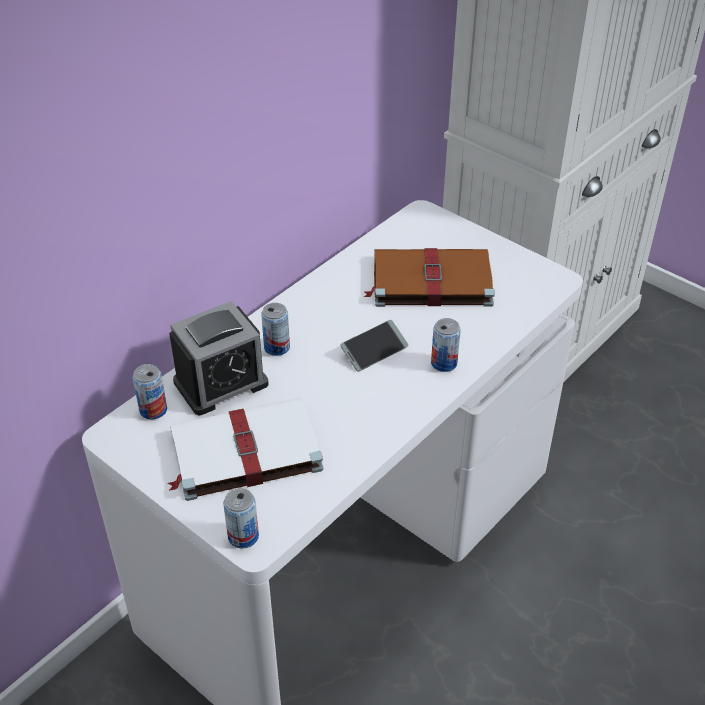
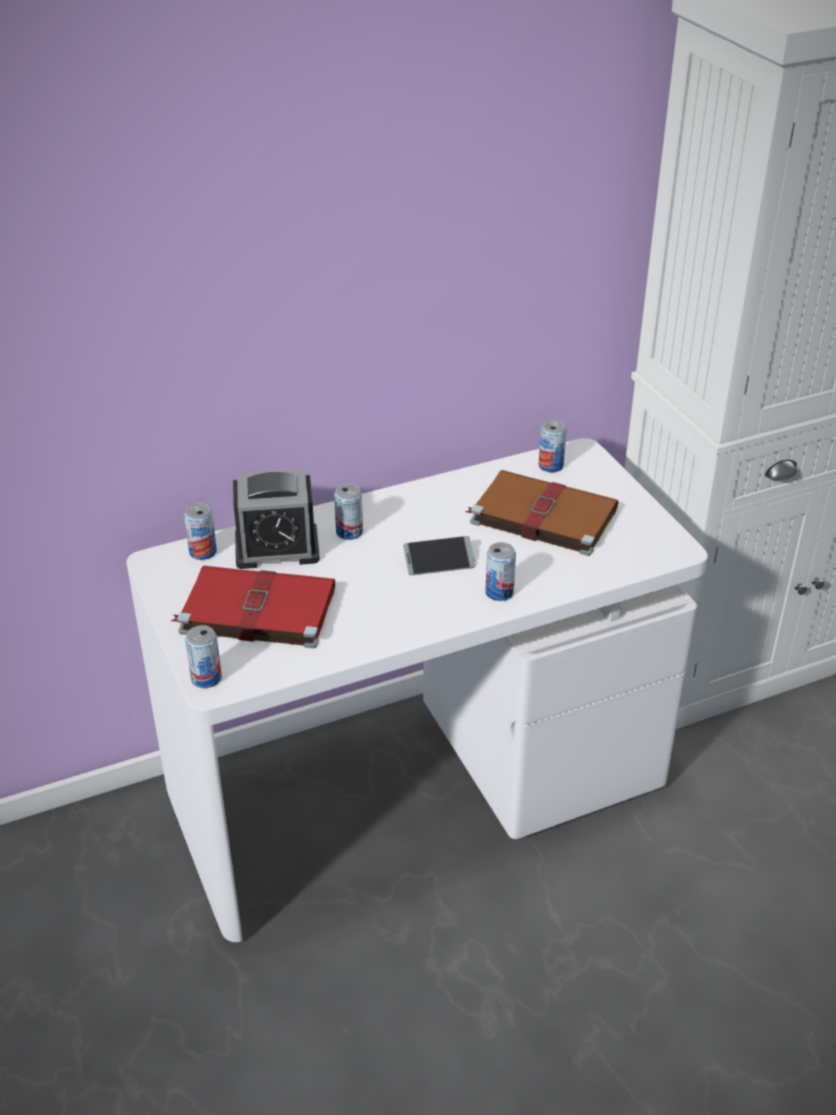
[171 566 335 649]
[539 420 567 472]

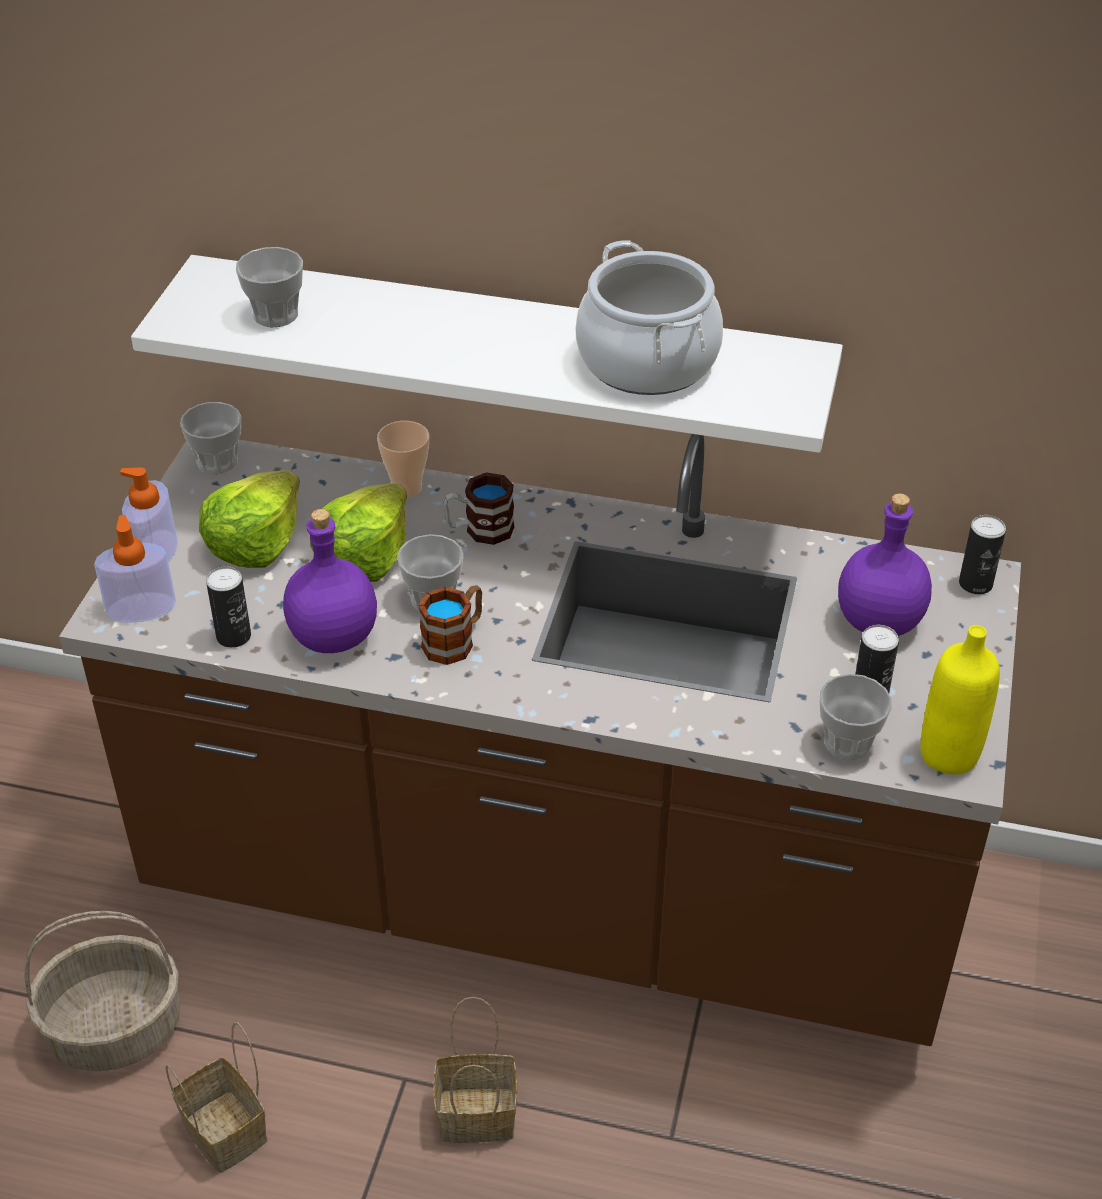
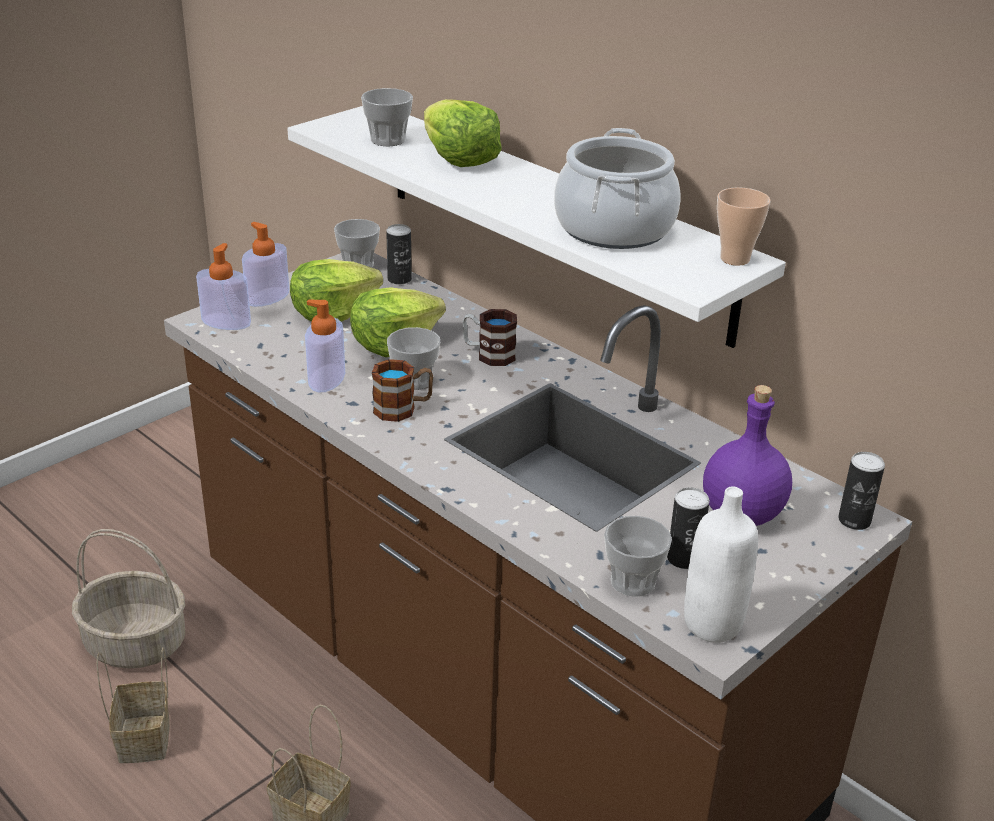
[717 187 771 266]
[305 300 345 392]
[386 224 412 285]
[684 486 758 643]
[424 99 502 167]

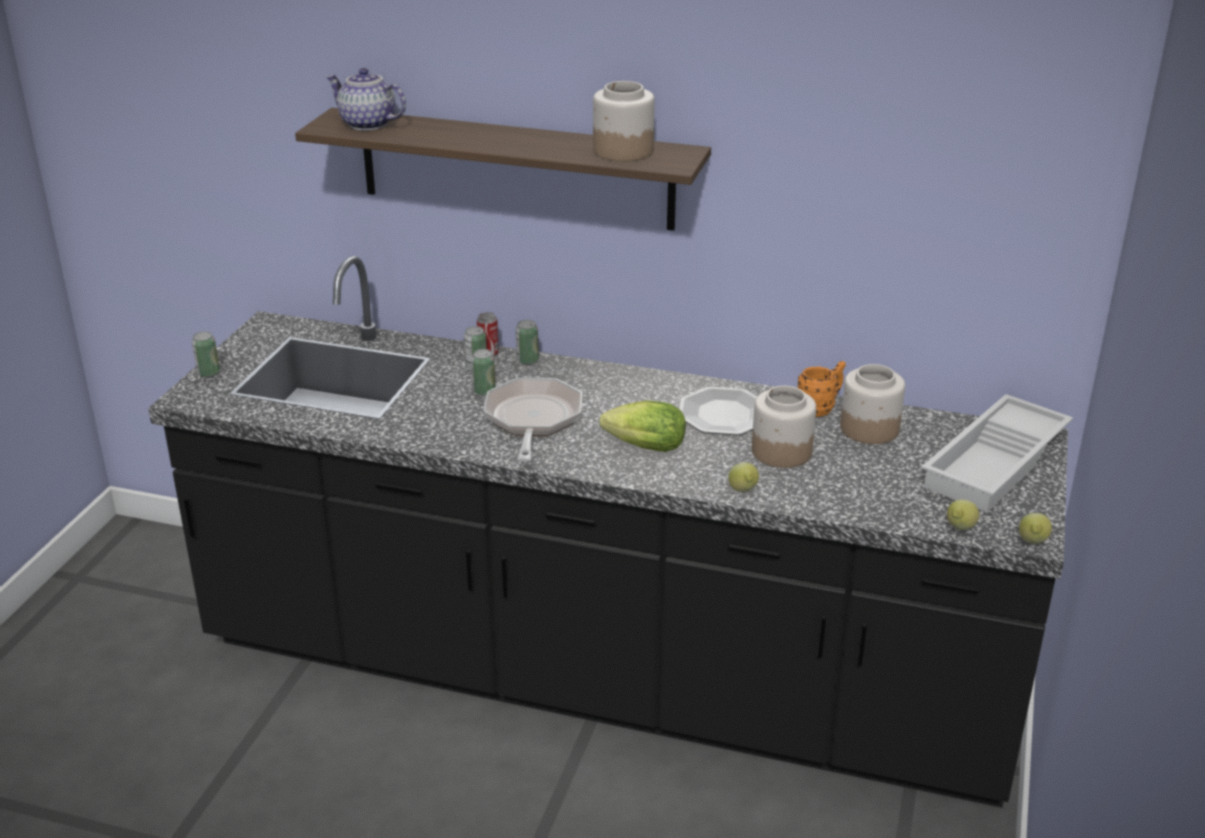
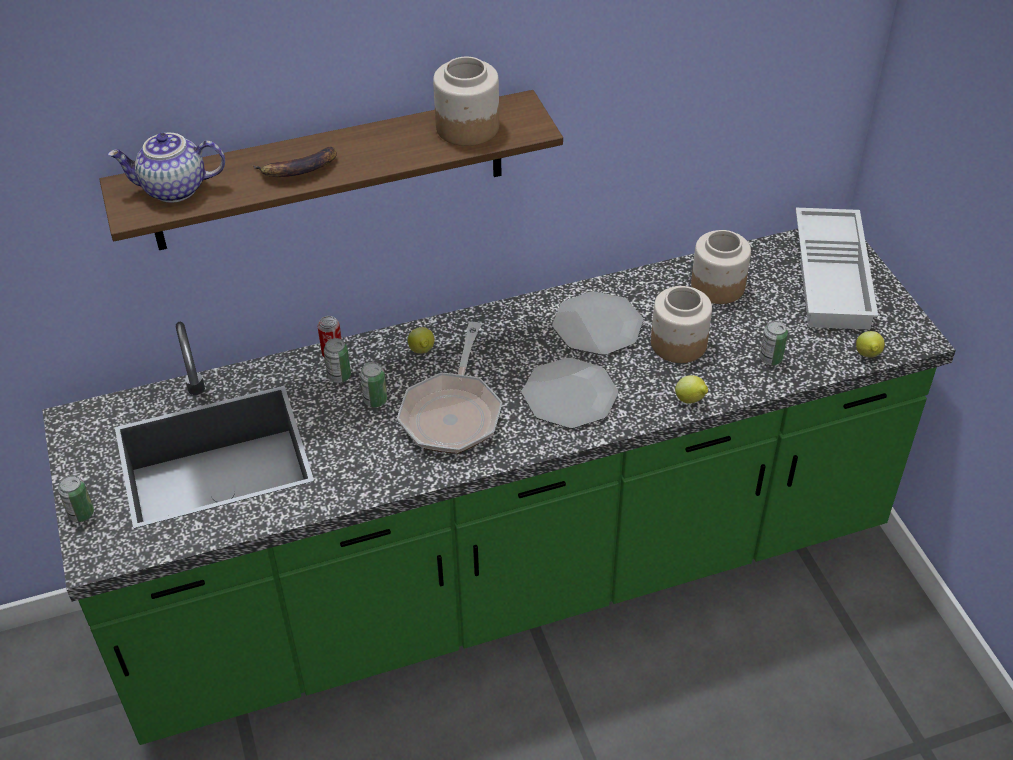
[42 229 956 745]
[760 321 788 365]
[797 361 846 417] (first image)
[397 322 502 454]
[522 358 618 428]
[408 327 435 354]
[253 147 337 177]

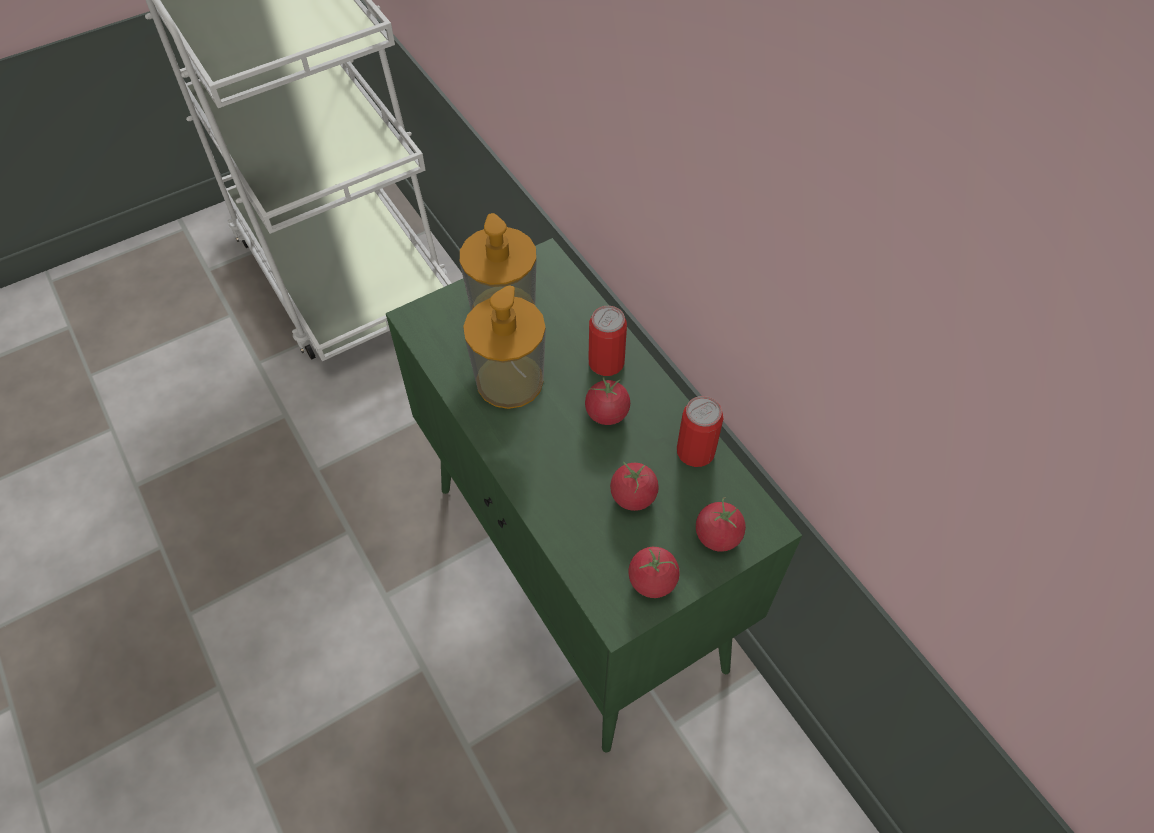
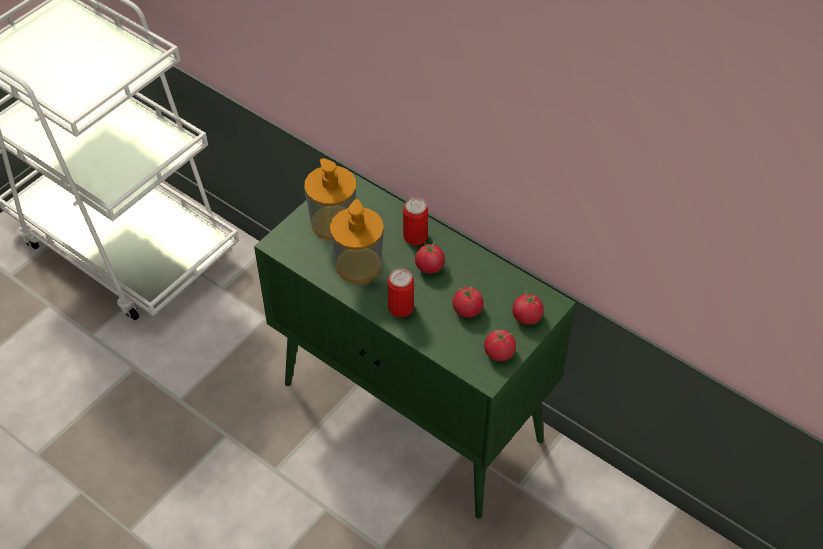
[388 268 414 317]

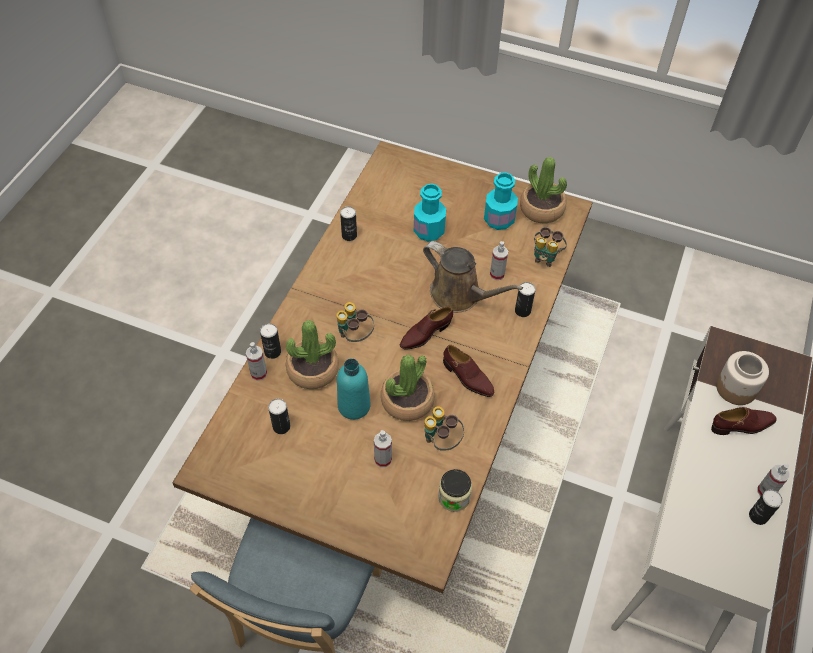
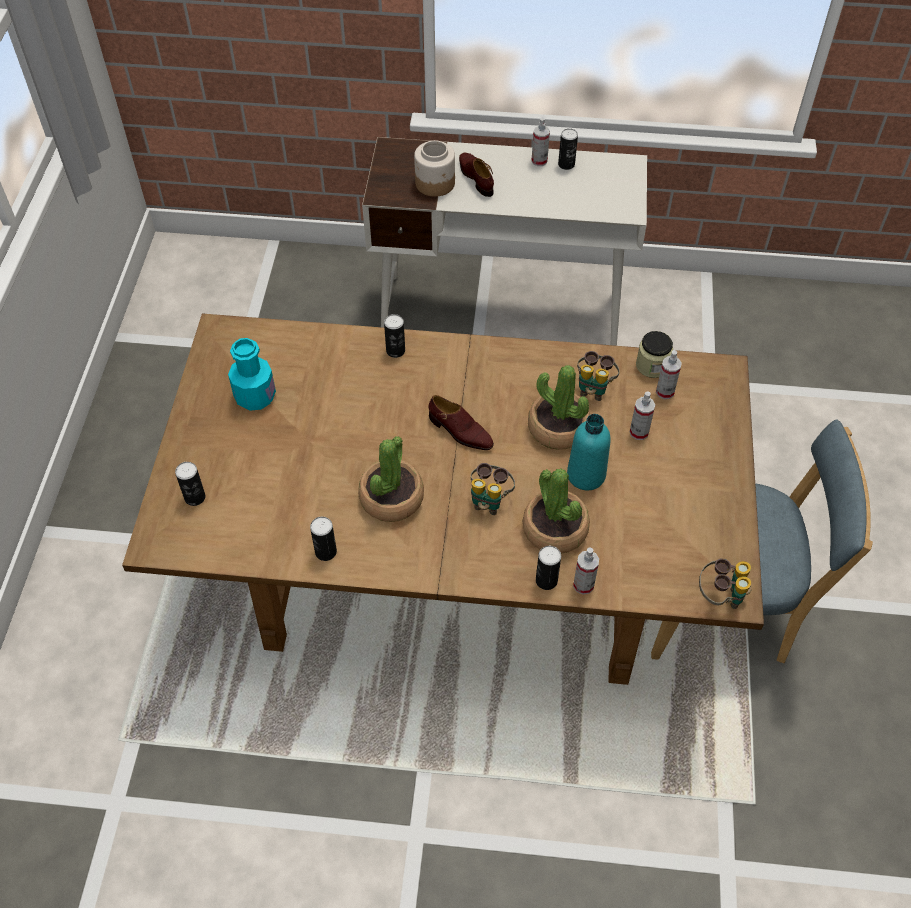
[358 436 424 522]
[414 184 446 241] (first image)
[699 558 752 609]
[423 241 523 313] (first image)
[656 350 682 399]
[443 345 494 397] (first image)
[175 462 206 506]

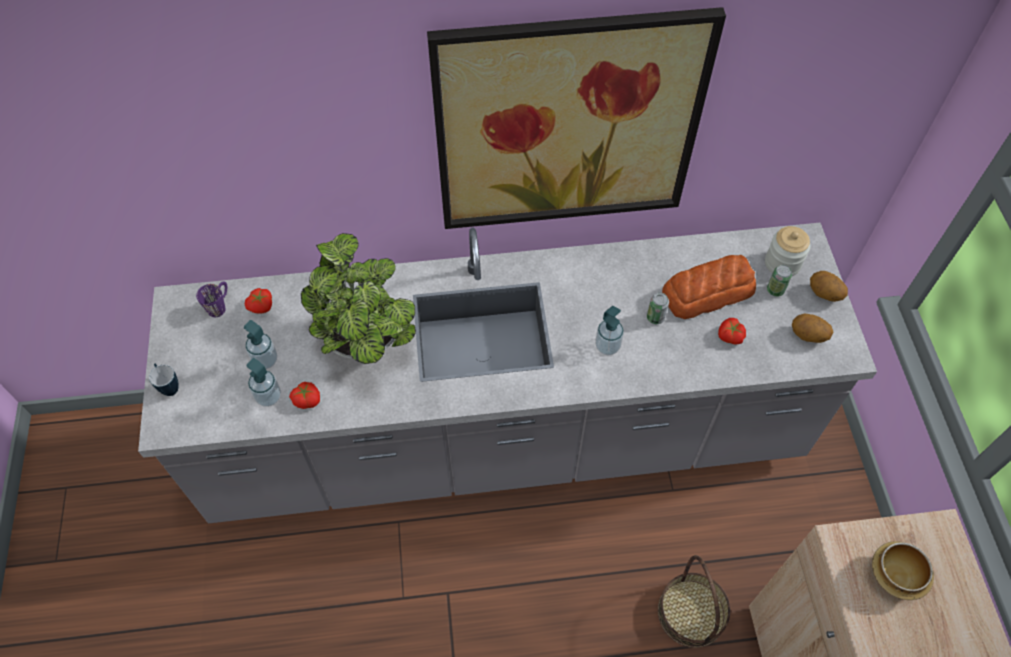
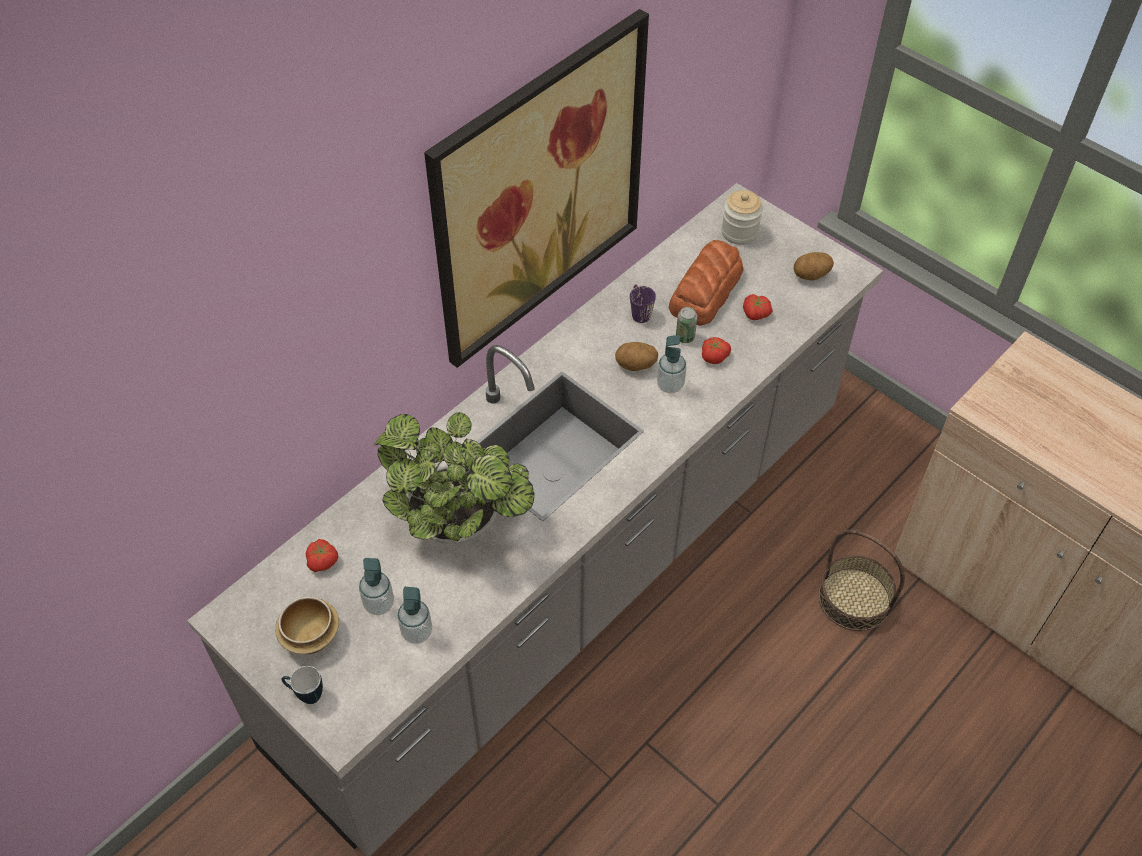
[767 265 792 297] (first image)
[615 342 658 371]
[630 284 656 323]
[702 337 731 364]
[275 597 339 654]

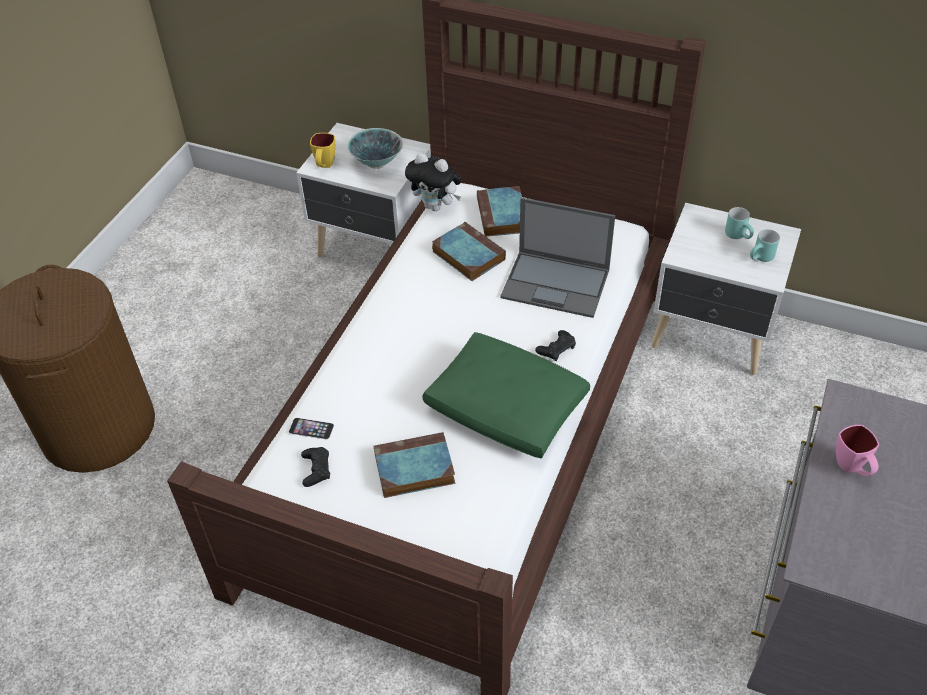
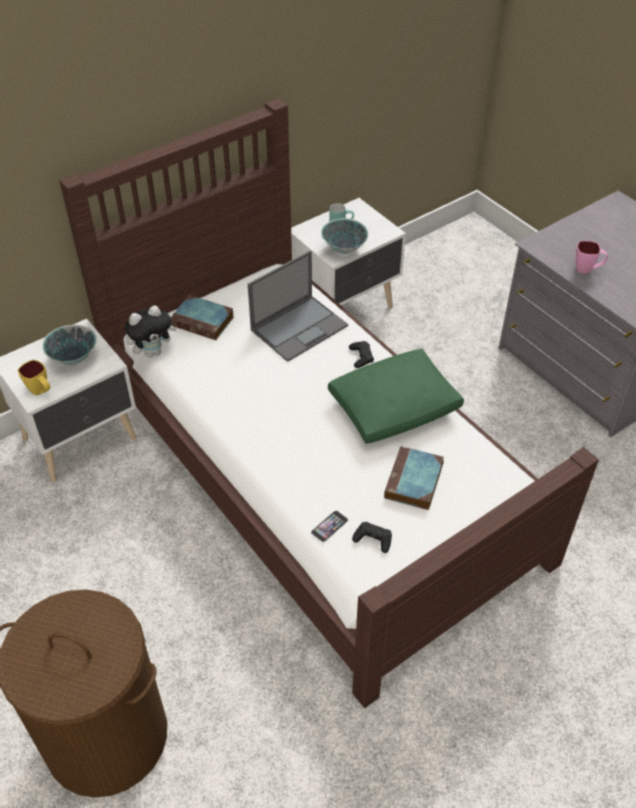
[432 222 506 281] (first image)
[750 229 780 262] (first image)
[321 218 368 254]

